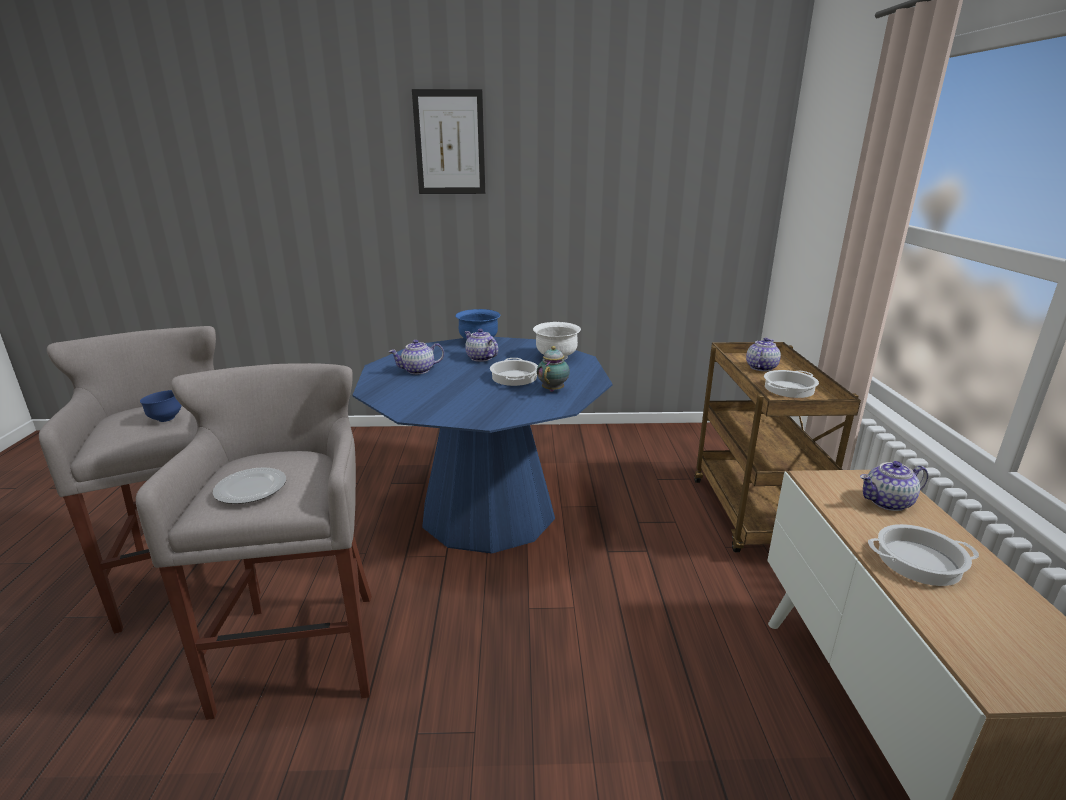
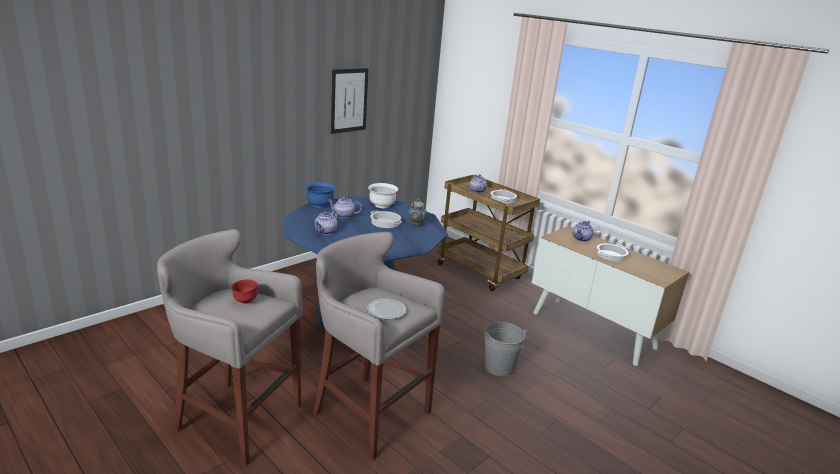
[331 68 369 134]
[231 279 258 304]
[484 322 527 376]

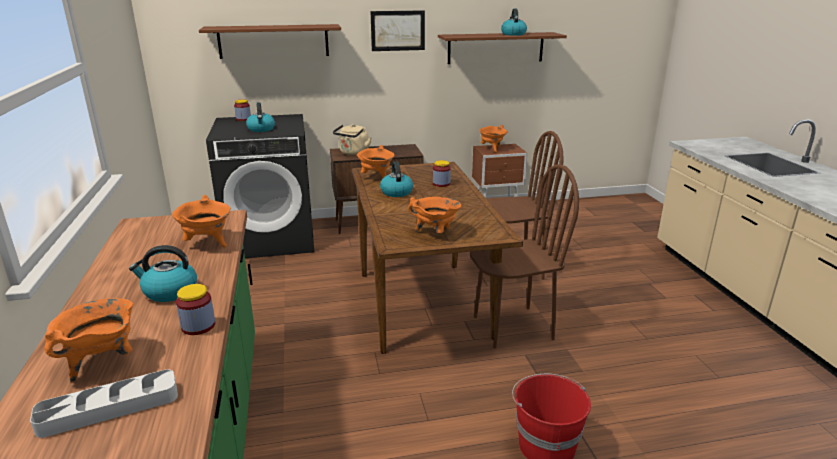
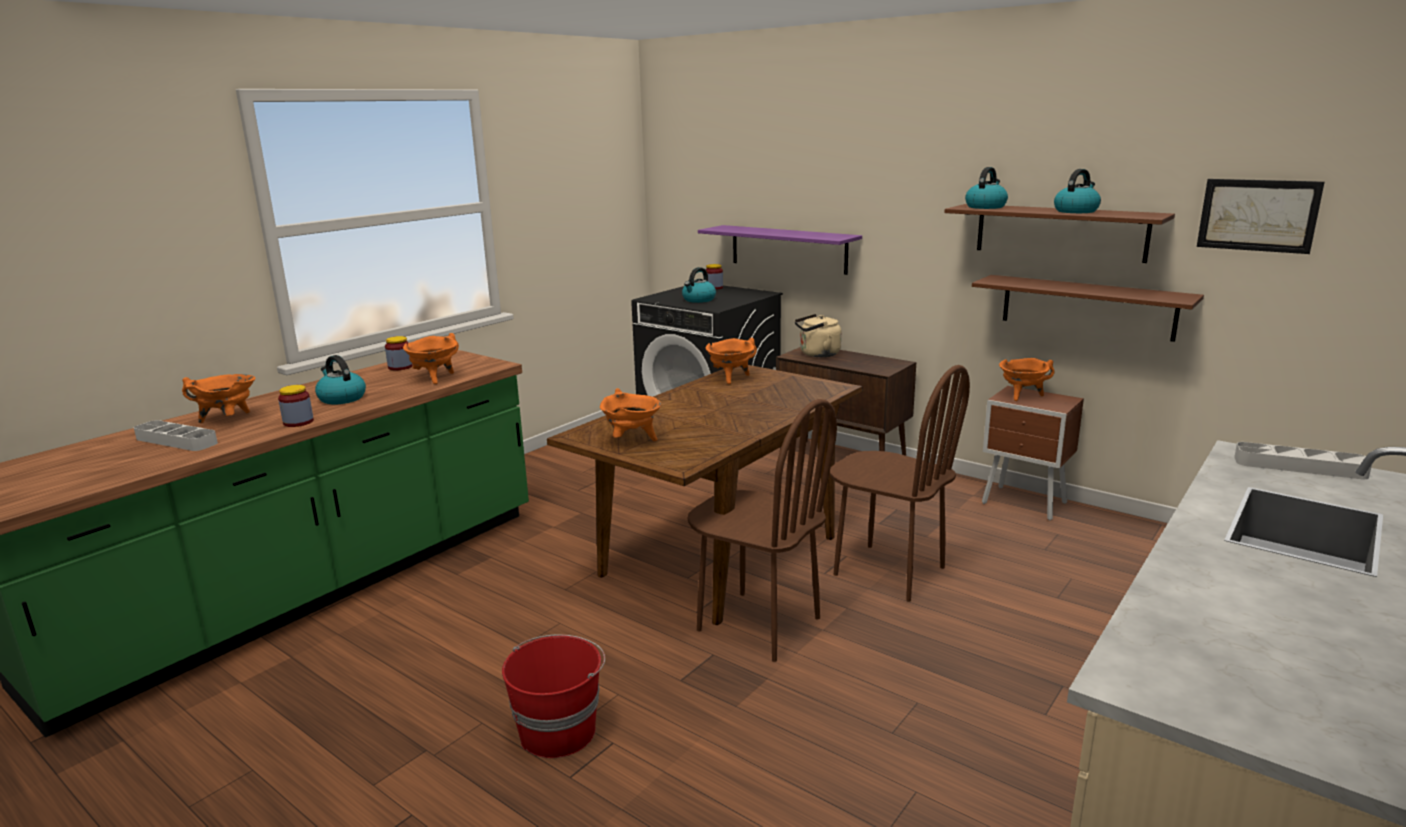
[1197 179 1325 254]
[972 275 1204 342]
[385 336 412 371]
[965 167 1008 209]
[698 225 862 275]
[1234 442 1372 479]

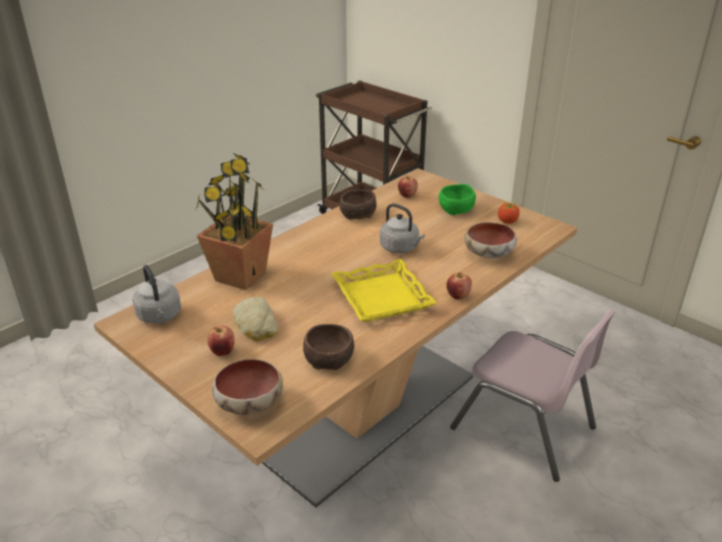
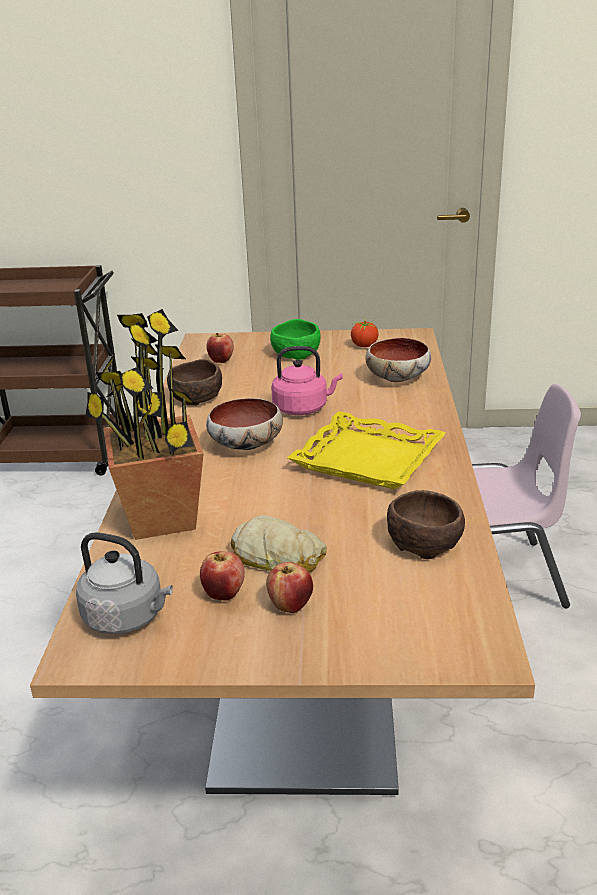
[271 346 343 415]
[200 551 245 601]
[206 398 283 450]

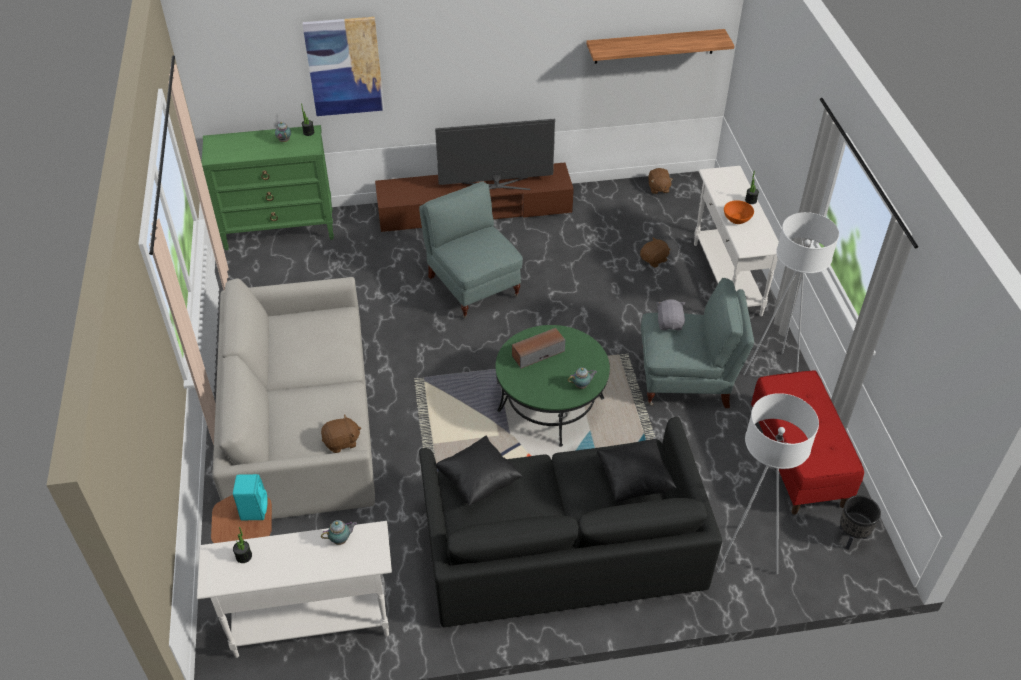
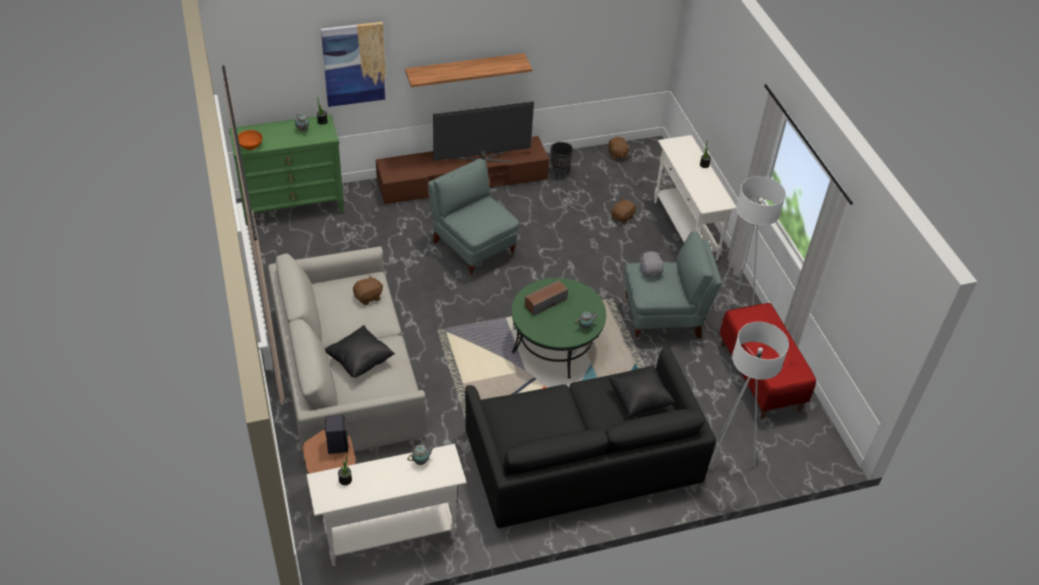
[405 53 532 87]
[238 130 263 150]
[353 275 383 305]
[325 325 395 378]
[325 415 349 454]
[550 142 573 179]

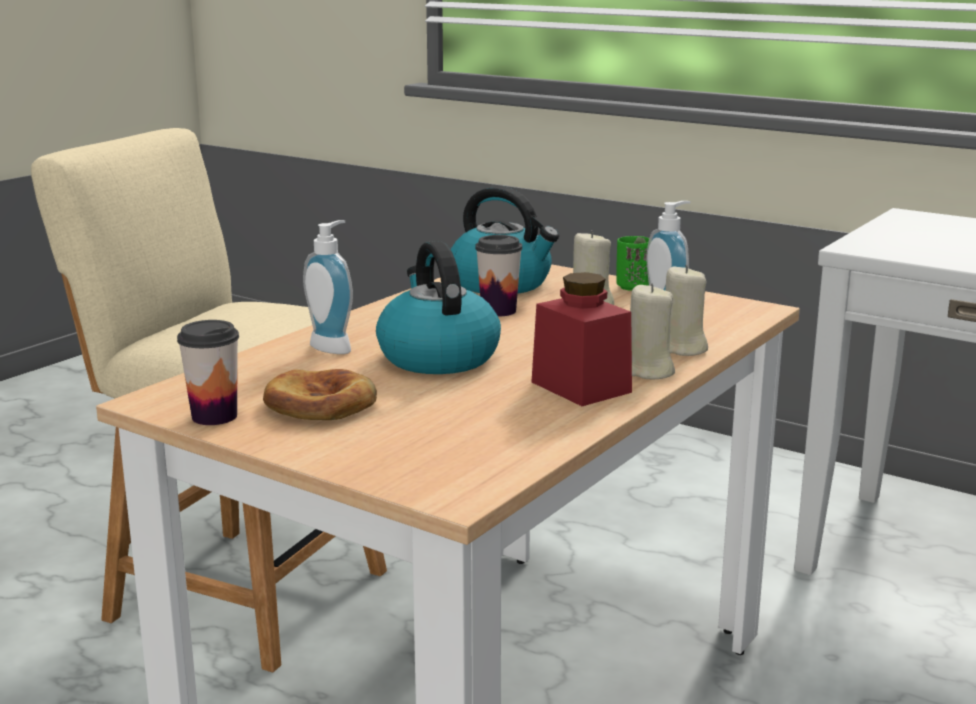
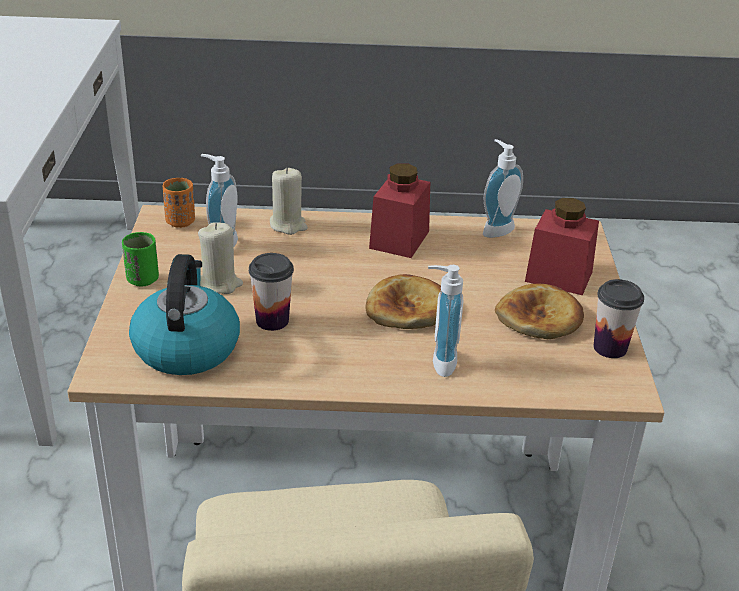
[365 274 441 329]
[630 283 675 379] (first image)
[483 139 523 238]
[163 178 195 228]
[525 198 599 295]

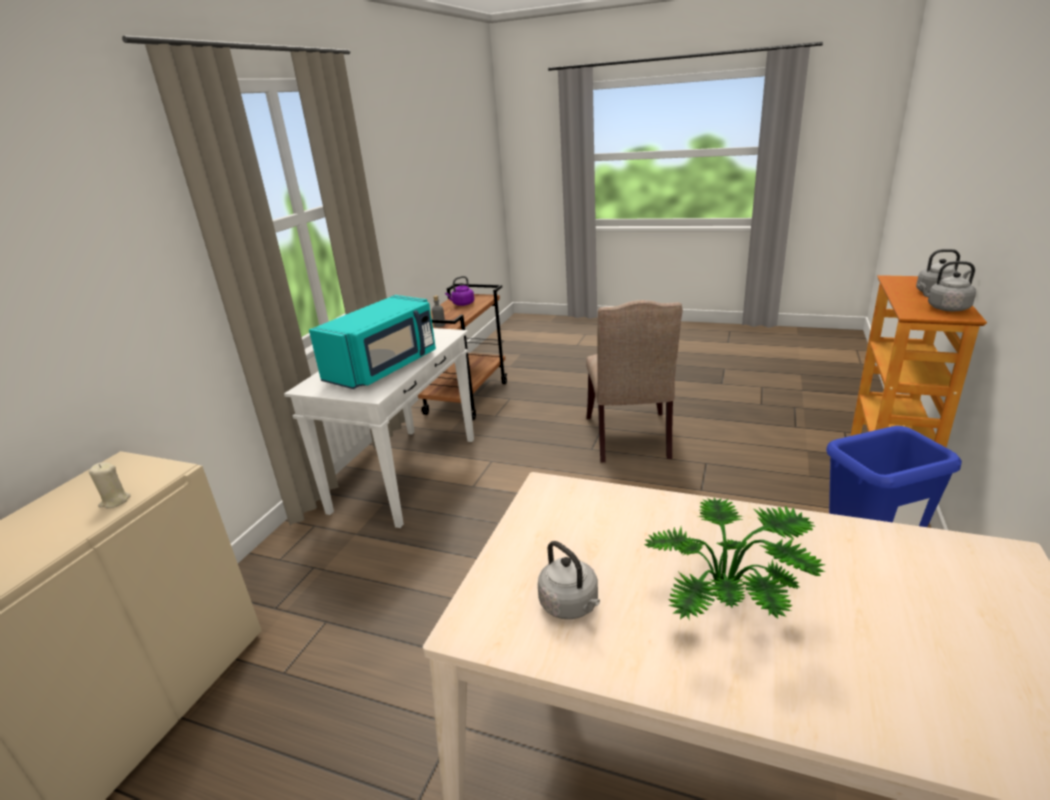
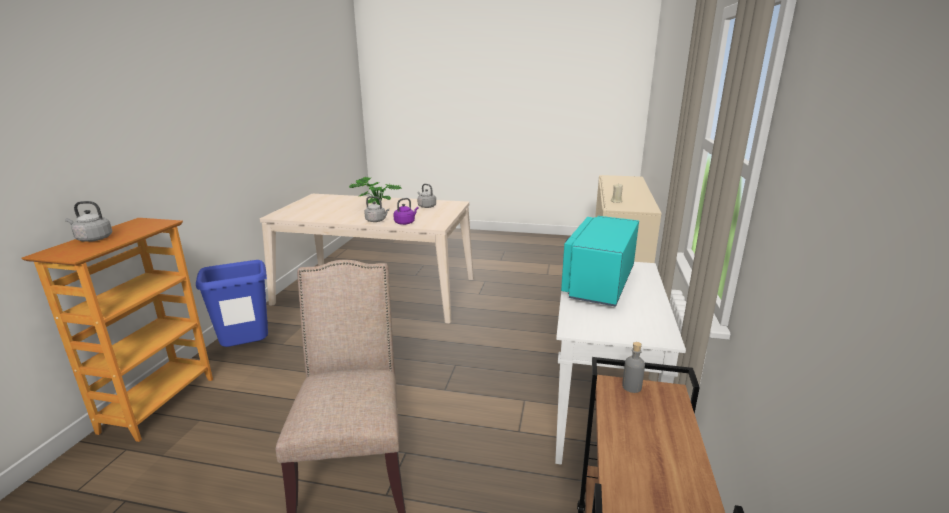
[364 196 389 222]
[393 198 419 225]

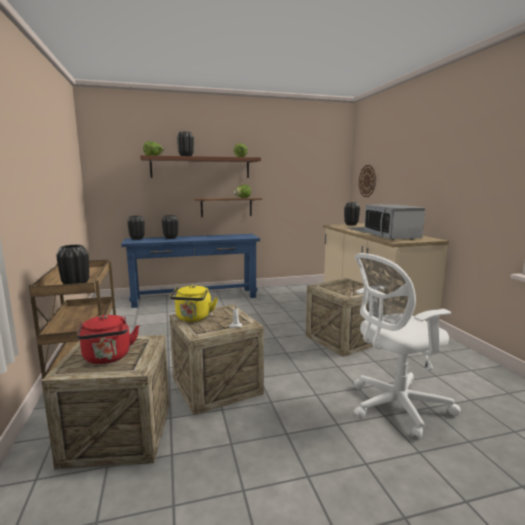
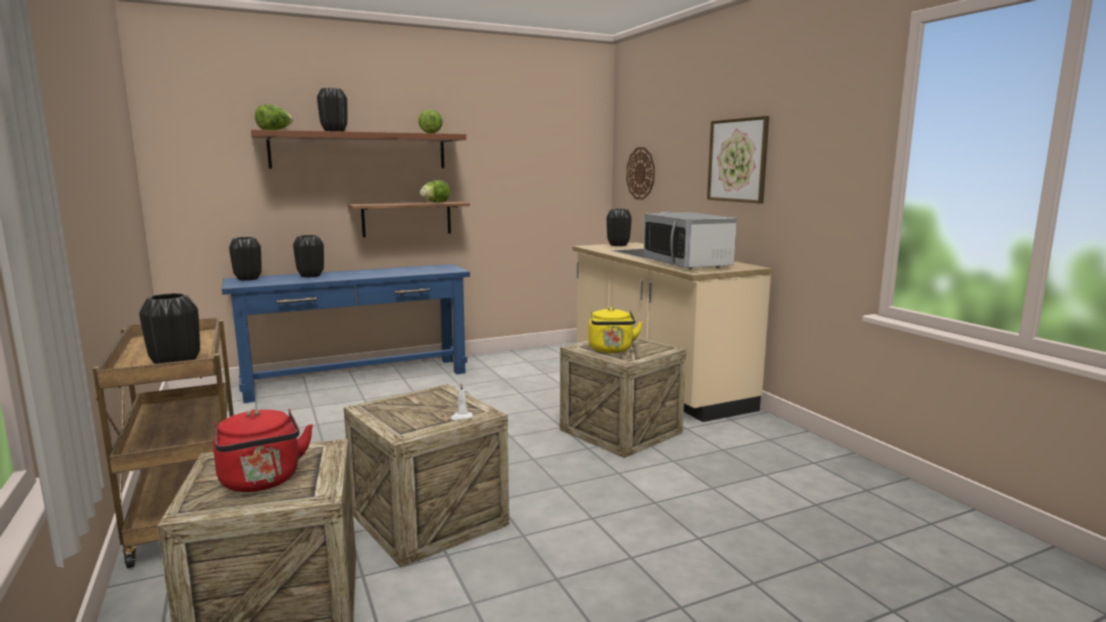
[354 253 461 439] (first image)
[588 307 643 353]
[707 116 769 203]

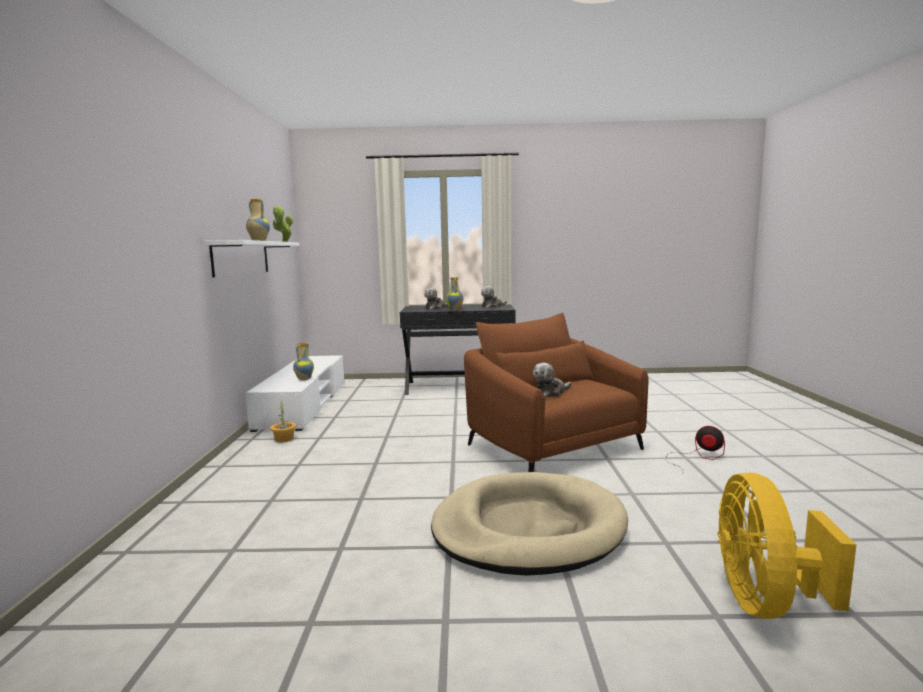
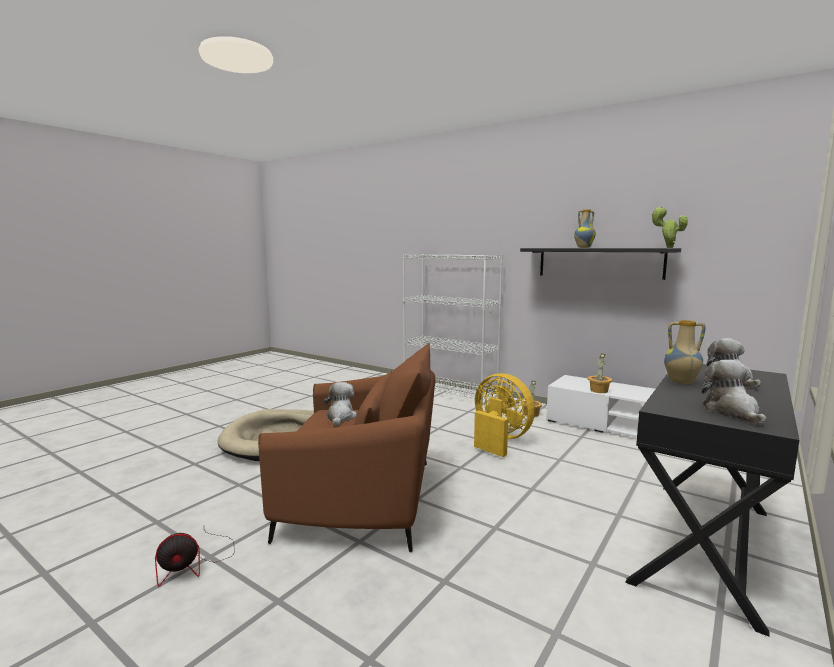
[520 248 681 280]
[588 354 612 393]
[474 373 535 457]
[403 254 503 406]

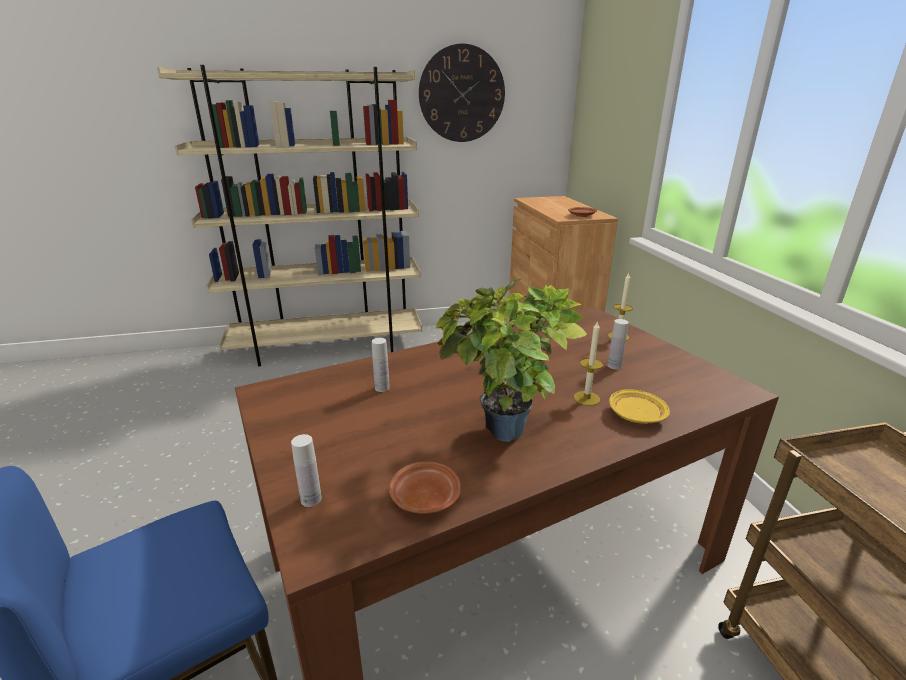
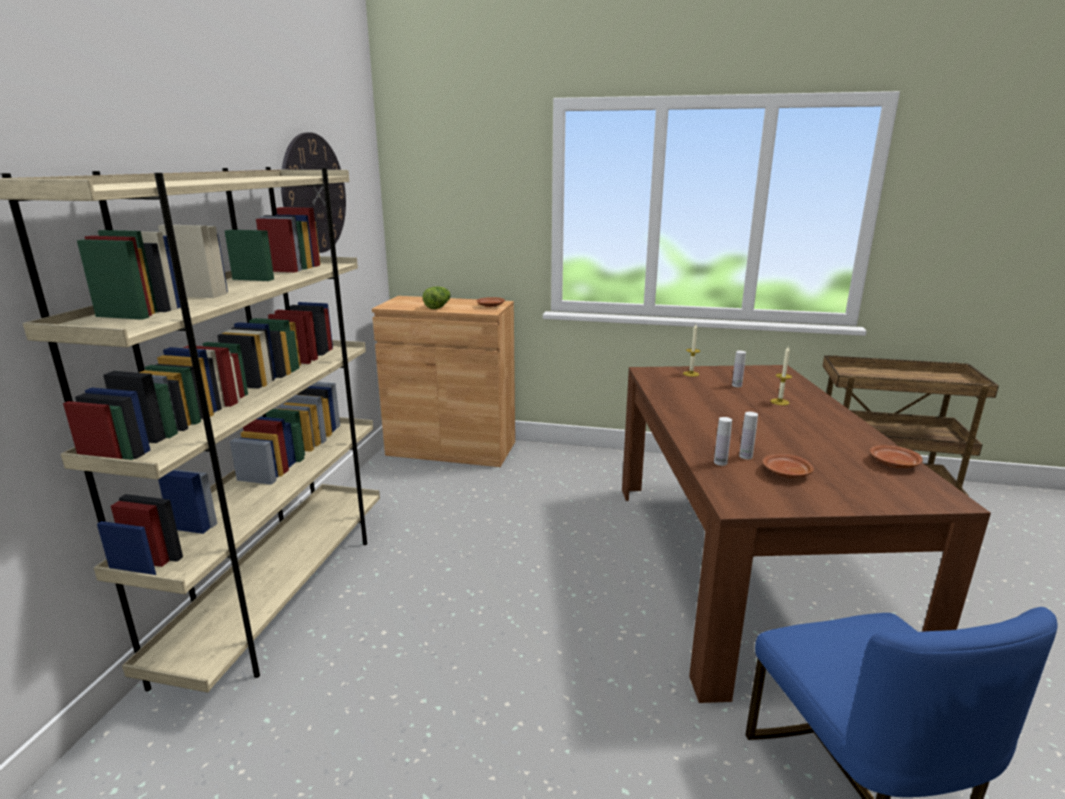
[436 279 587 442] (first image)
[609 389 670 424] (first image)
[714 417 732 466]
[423 287 451 309]
[762 454 814 478]

